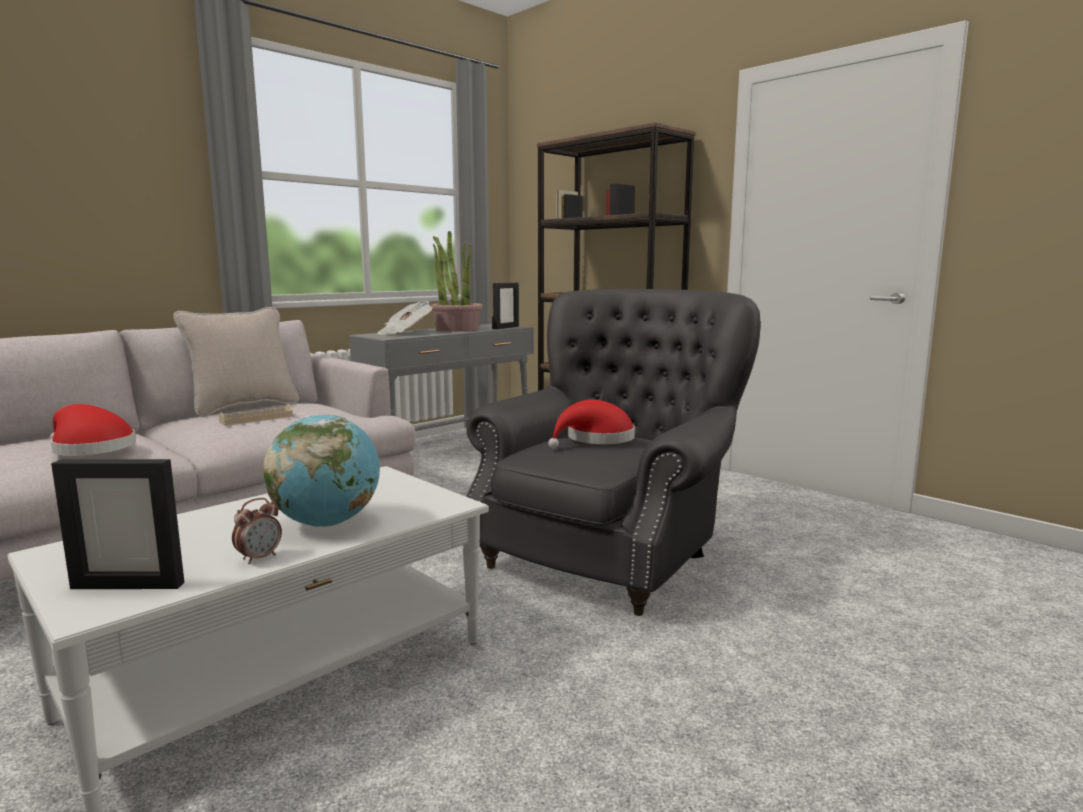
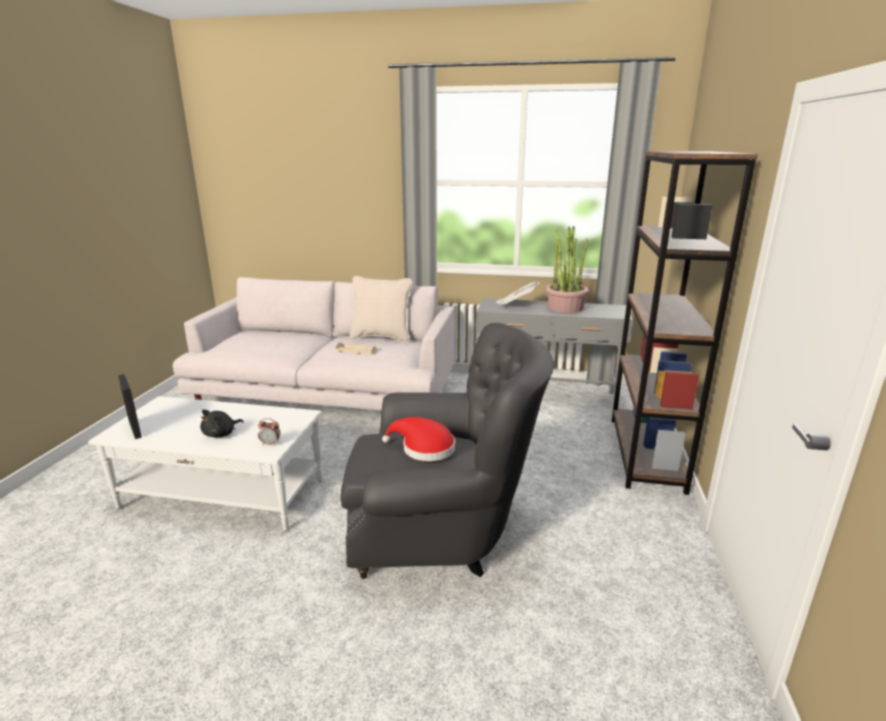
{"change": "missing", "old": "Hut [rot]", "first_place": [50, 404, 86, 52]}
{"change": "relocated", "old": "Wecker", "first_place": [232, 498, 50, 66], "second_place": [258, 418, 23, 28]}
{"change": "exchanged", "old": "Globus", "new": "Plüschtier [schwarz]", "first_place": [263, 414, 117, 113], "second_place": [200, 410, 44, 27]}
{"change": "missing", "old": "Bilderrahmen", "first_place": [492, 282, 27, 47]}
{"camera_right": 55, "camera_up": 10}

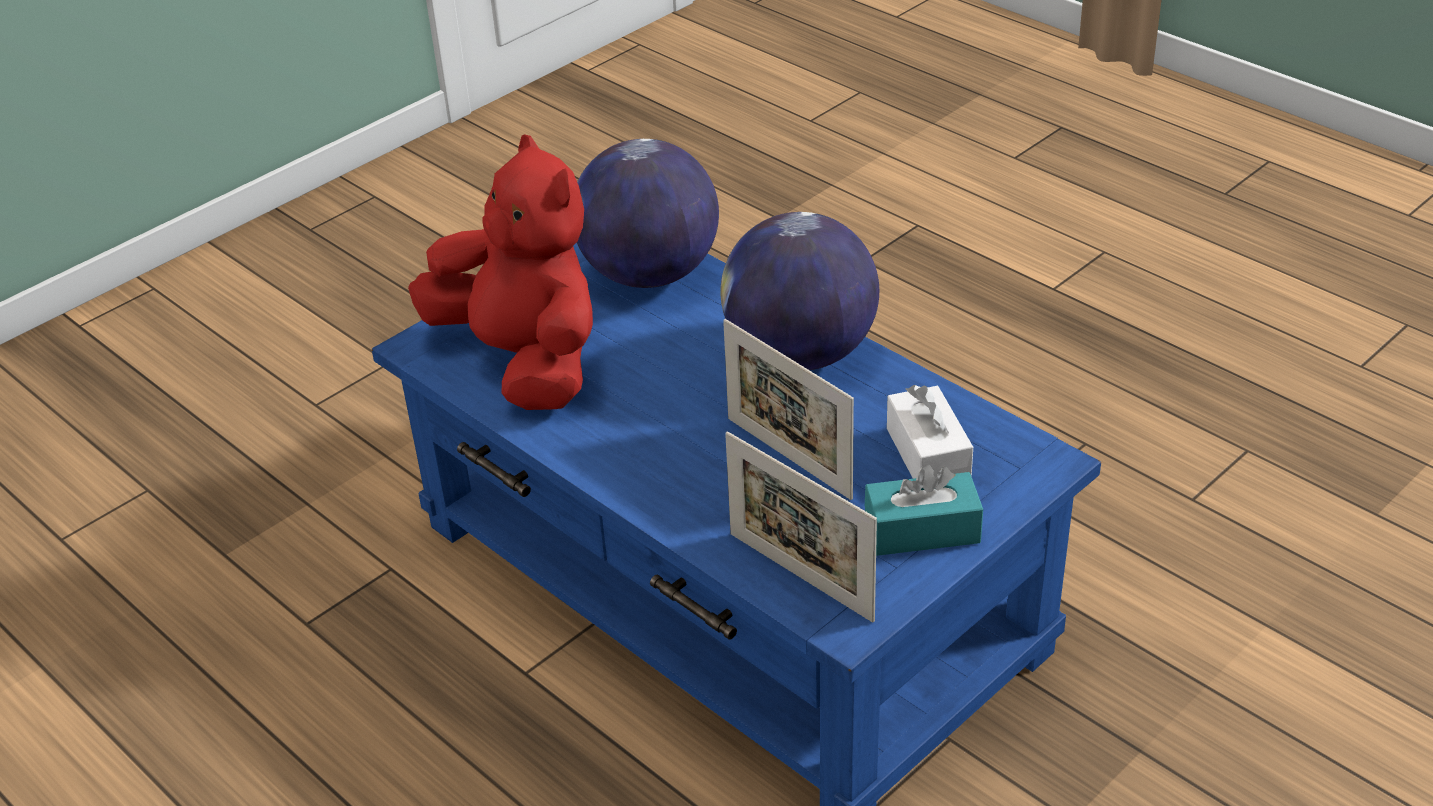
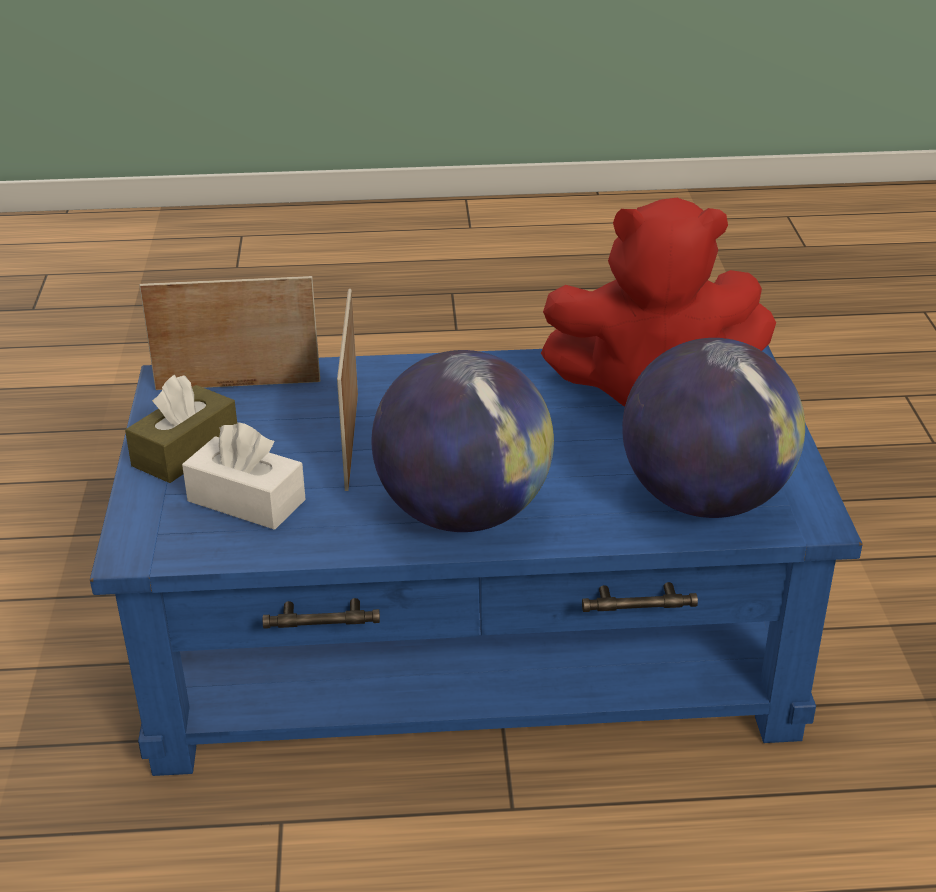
{"change": "spun", "old": "Bilderrahmen", "first_place": [723, 319, 131, 181], "second_place": [337, 289, 21, 202], "degrees": -90}
{"change": "colour", "old": "Taschentuchbox [türkis]", "new": "Taschentuchbox [braun]", "first_place": [865, 464, 118, 92], "second_place": [125, 375, 112, 108]}
{"camera_right": 130, "camera_up": -5}

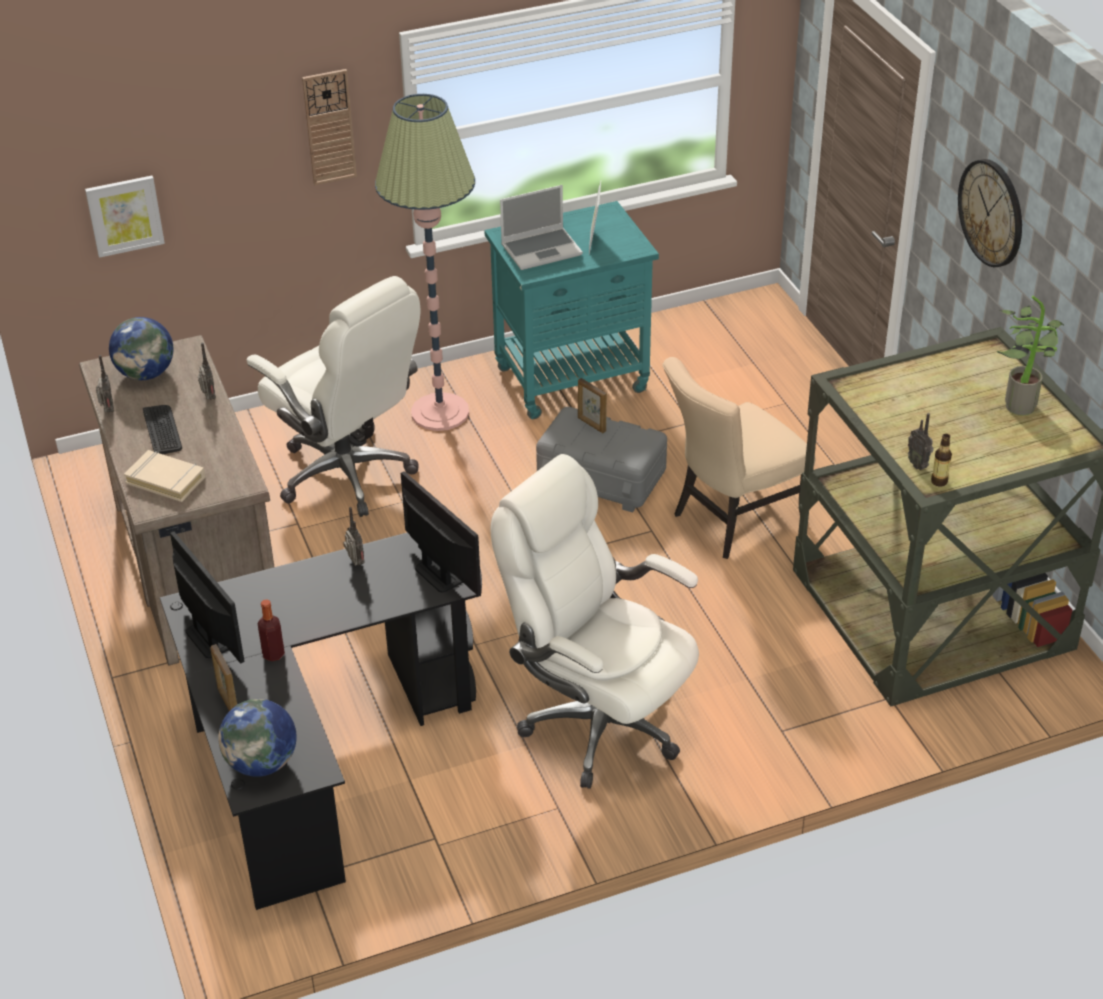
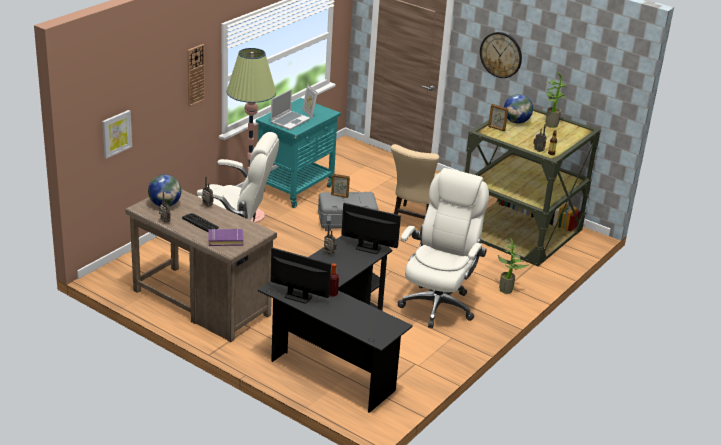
{"change": "colour", "old": "Buch [beige]", "new": "Buch [lila]", "first_place": [124, 450, 81, 52], "second_place": [209, 228, 34, 18]}
{"change": "relocated", "old": "Bilderrahmen", "first_place": [210, 644, 27, 67], "second_place": [488, 104, 20, 27]}
{"change": "relocated", "old": "Globus", "first_place": [218, 699, 79, 78], "second_place": [504, 94, 29, 30]}
{"change": "spun", "old": "Bürostuhl [weiß]", "first_place": [491, 454, 208, 335], "second_place": [398, 168, 91, 160], "degrees": 105}
{"change": "appeared", "new": "Topfpflanze", "second_place": [498, 237, 30, 57]}
{"camera_right": -35, "camera_up": -10}

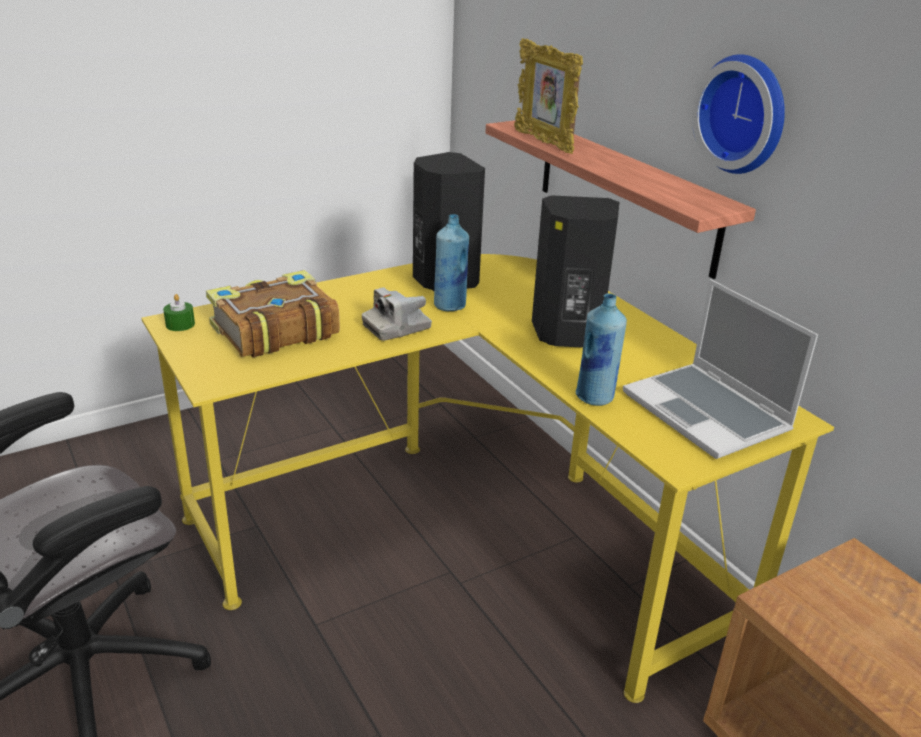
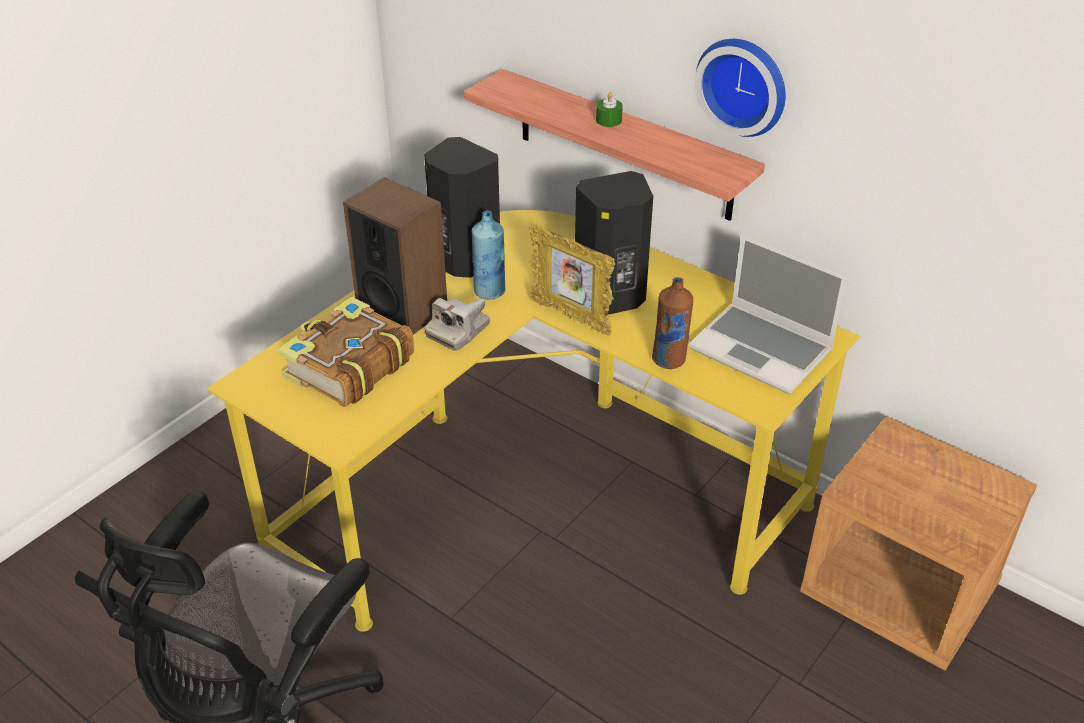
{"change": "relocated", "old": "Kerze [grün]", "first_place": [163, 294, 32, 37], "second_place": [596, 92, 27, 35]}
{"change": "relocated", "old": "Bilderrahmen", "first_place": [514, 38, 69, 116], "second_place": [529, 223, 86, 113]}
{"change": "colour", "old": "Flasche [blau]", "new": "Flasche [braun]", "first_place": [576, 293, 51, 113], "second_place": [652, 277, 41, 92]}
{"change": "appeared", "new": "Lautsprecher", "second_place": [343, 177, 104, 158]}
{"camera_right": -20, "camera_up": 10}

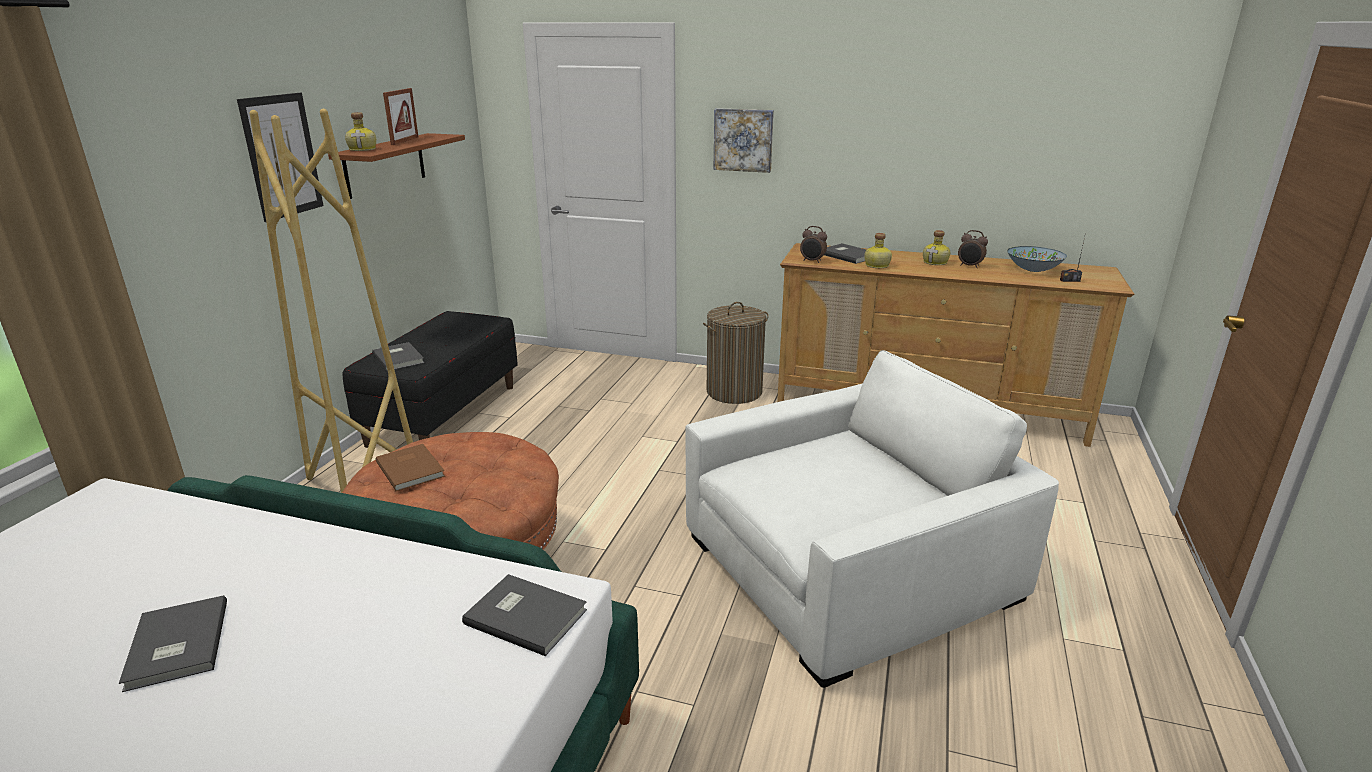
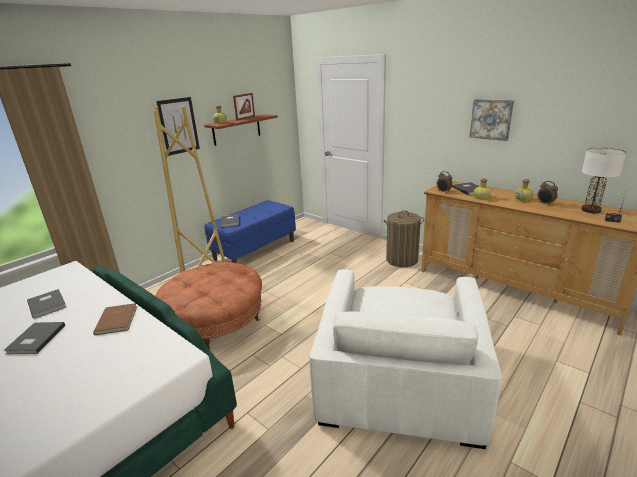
{"change": "colour", "old": "Bank [schwarz]", "new": "Bank [blau]", "first_place": [343, 311, 175, 137], "second_place": [205, 200, 91, 63]}
{"change": "relocated", "old": "Buch [braun]", "first_place": [375, 444, 70, 47], "second_place": [93, 303, 44, 32]}
{"change": "relocated", "old": "Buch [grau]", "first_place": [462, 574, 125, 82], "second_place": [27, 289, 40, 30]}
{"change": "spun", "old": "Sessel [weiß]", "first_place": [685, 350, 374, 338], "second_place": [309, 269, 193, 180], "degrees": 105}
{"change": "relocated", "old": "Bild", "first_place": [714, 108, 60, 65], "second_place": [470, 99, 44, 42]}
{"change": "exchanged", "old": "Schüssel", "new": "Tischlampe", "first_place": [1007, 246, 60, 26], "second_place": [582, 148, 44, 65]}
{"camera_right": 25, "camera_up": 0}

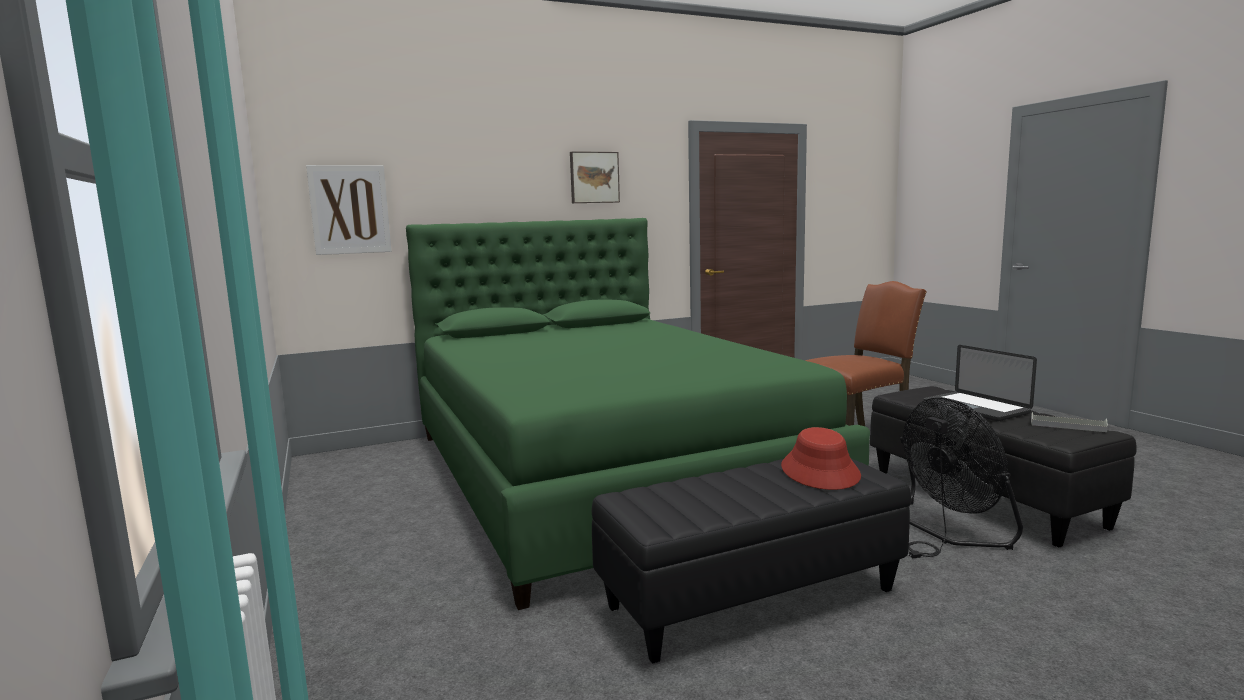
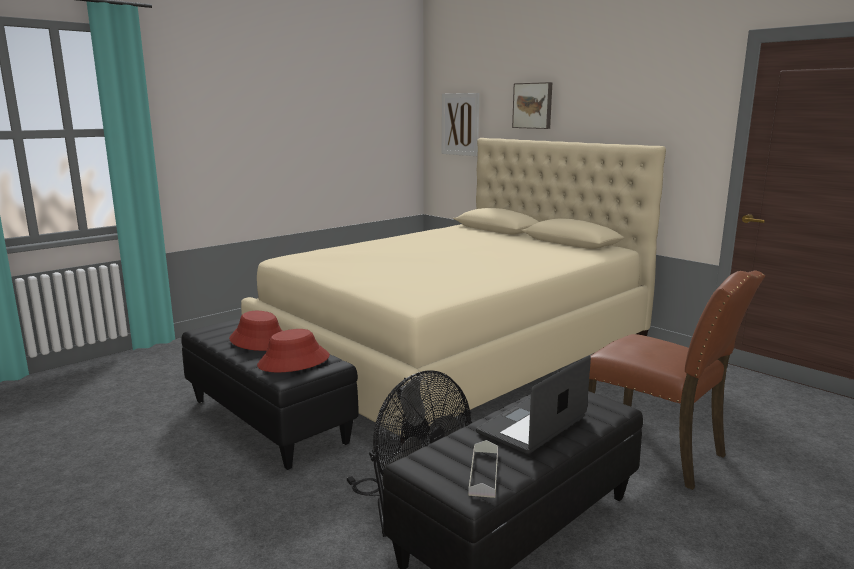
{"change": "colour", "old": "Bett [grün]", "new": "Bett [beige]", "first_place": [406, 218, 464, 392], "second_place": [241, 138, 425, 307]}
{"change": "relocated", "old": "Bild", "first_place": [570, 151, 50, 52], "second_place": [512, 82, 41, 47]}
{"change": "appeared", "new": "Hut [rot]", "second_place": [229, 311, 54, 40]}
{"camera_right": 70, "camera_up": 5}

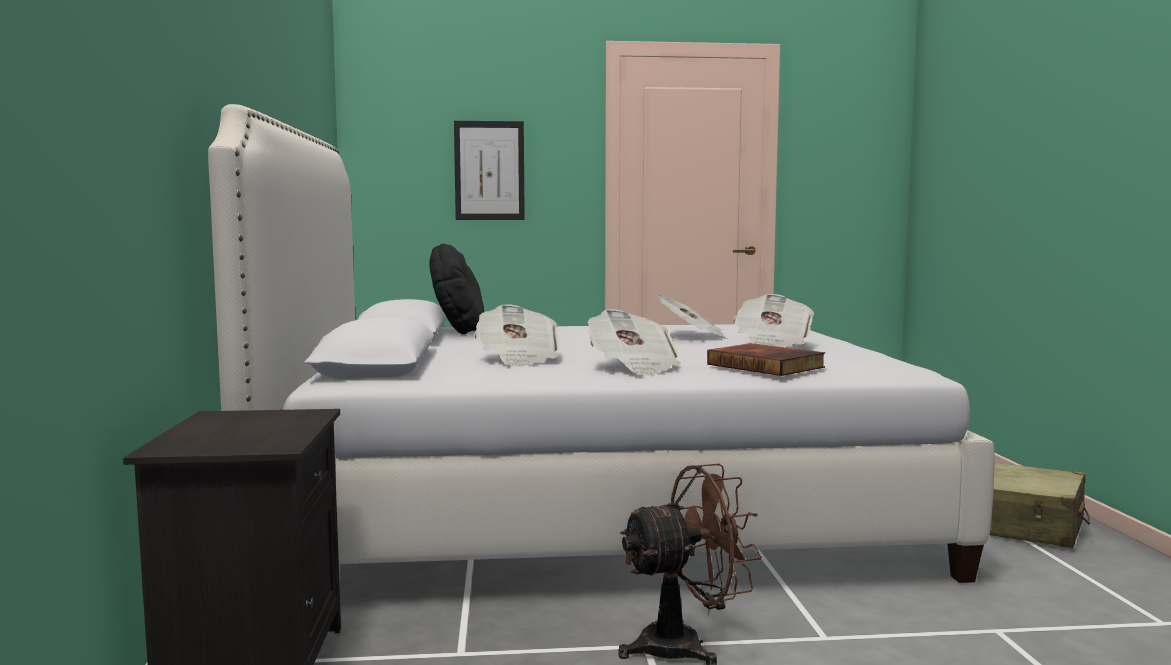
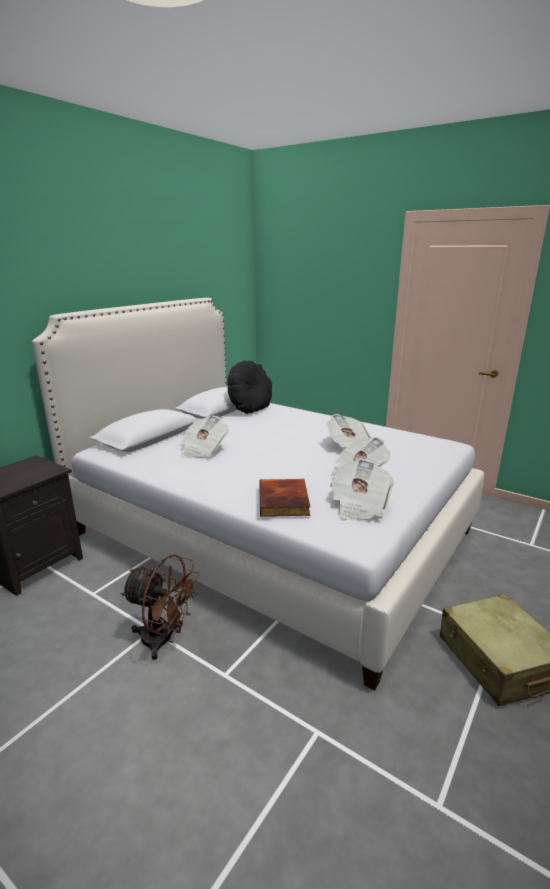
{"change": "missing", "old": "Bild", "first_place": [454, 121, 71, 99]}
{"change": "relocated", "old": "Zeitung", "first_place": [588, 309, 93, 67], "second_place": [330, 459, 64, 61]}
{"camera_right": 40, "camera_up": 15}

